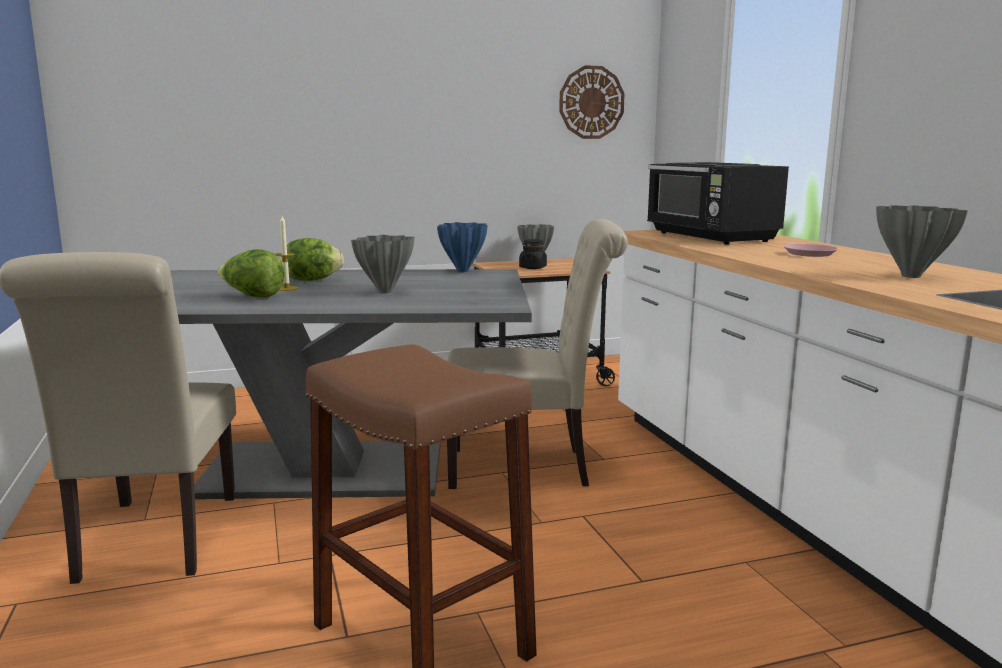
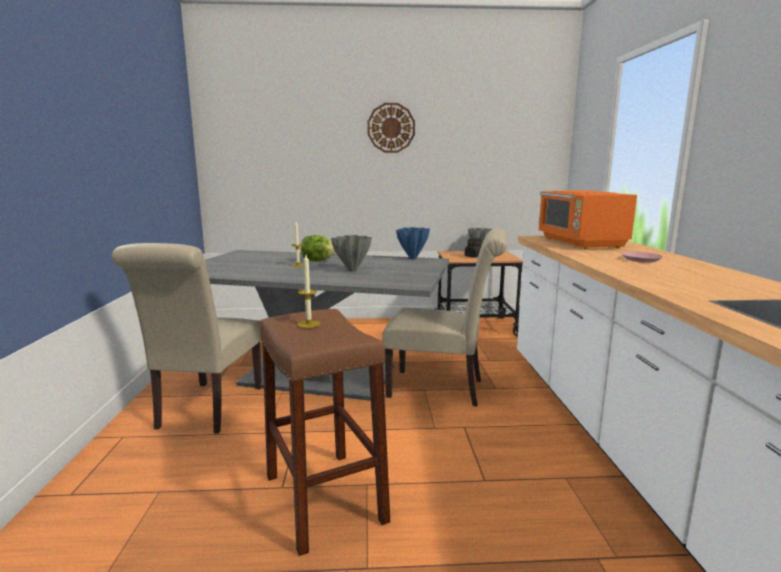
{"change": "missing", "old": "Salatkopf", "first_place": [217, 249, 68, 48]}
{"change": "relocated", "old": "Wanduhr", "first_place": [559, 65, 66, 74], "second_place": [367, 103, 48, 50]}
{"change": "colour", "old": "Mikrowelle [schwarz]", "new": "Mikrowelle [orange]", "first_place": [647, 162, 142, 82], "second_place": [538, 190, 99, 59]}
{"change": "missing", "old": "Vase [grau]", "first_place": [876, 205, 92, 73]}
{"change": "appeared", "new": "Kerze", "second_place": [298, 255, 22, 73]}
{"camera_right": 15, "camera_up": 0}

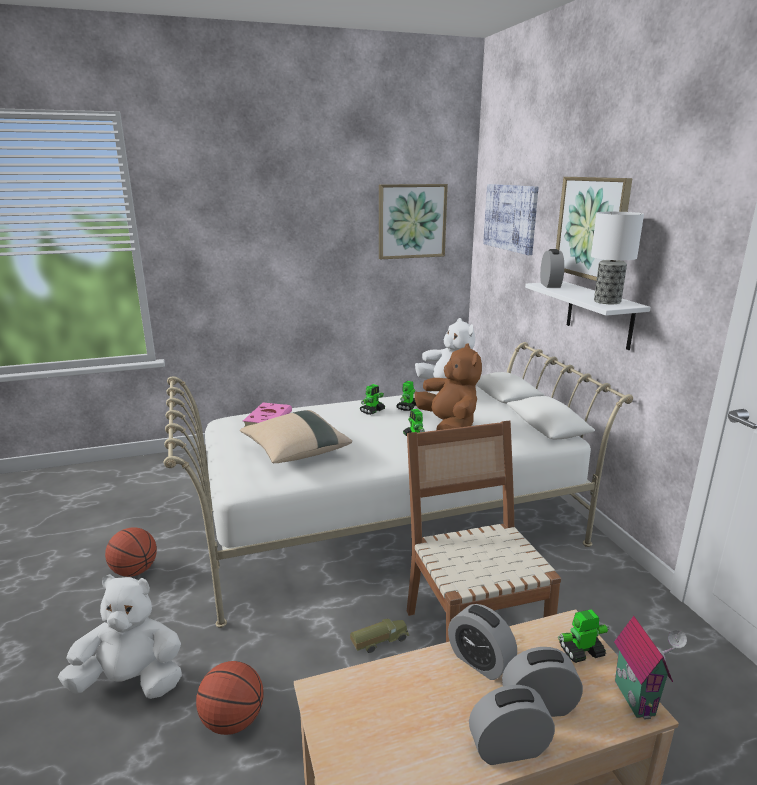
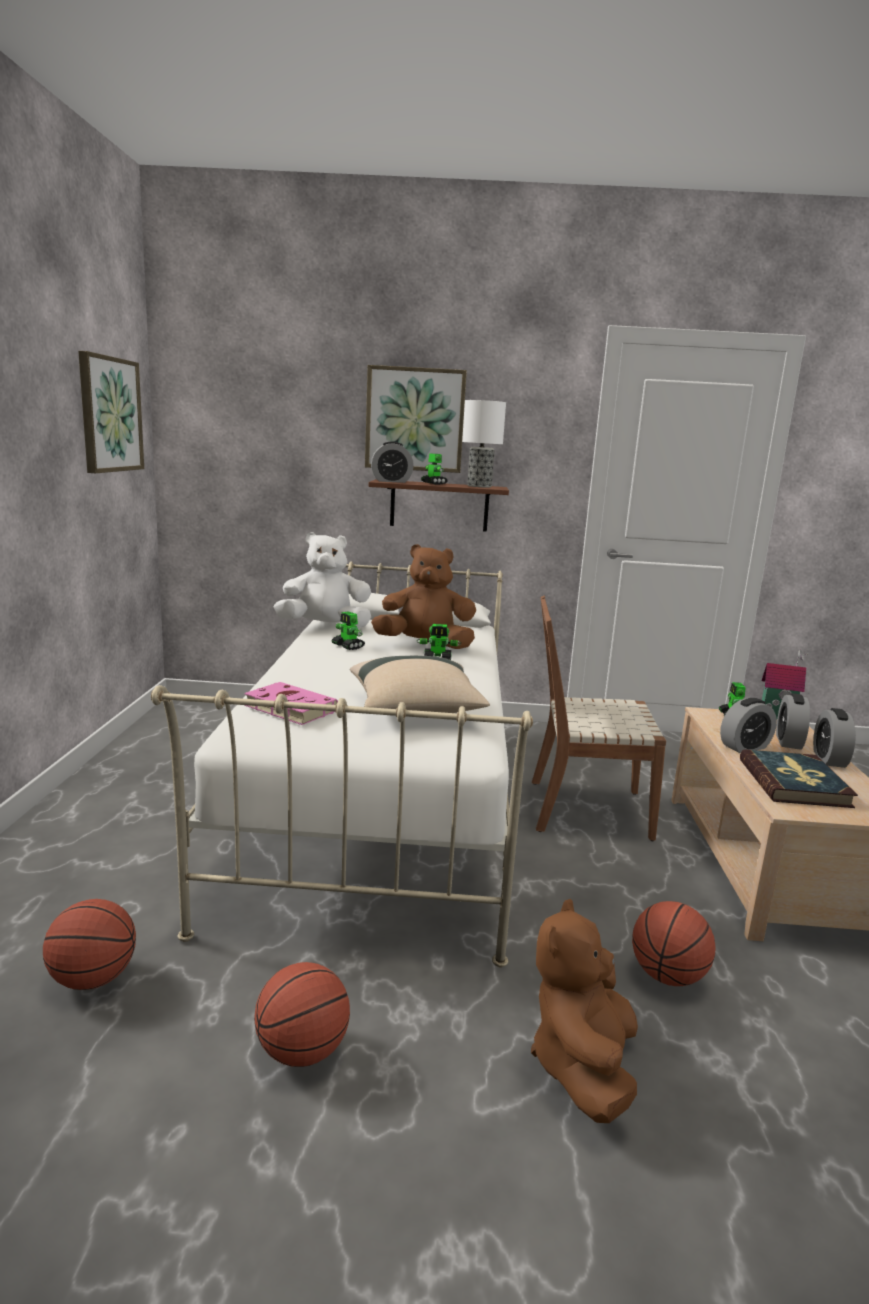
{"change": "colour", "old": "Plüschtier [weiß]", "new": "Plüschtier [braun]", "first_place": [58, 574, 124, 125], "second_place": [531, 899, 107, 224]}
{"change": "missing", "old": "Spielzeuglaster", "first_place": [350, 619, 59, 34]}
{"change": "relocated", "old": "Spielzeugroboter", "first_place": [360, 384, 25, 31], "second_place": [421, 454, 27, 31]}
{"change": "missing", "old": "Bild", "first_place": [483, 184, 56, 71]}
{"change": "colour", "old": "Wandregal [weiß]", "new": "Wandregal [braun]", "first_place": [525, 281, 125, 69], "second_place": [369, 479, 140, 53]}
{"change": "spun", "old": "Wecker", "first_place": [540, 249, 24, 39], "second_place": [371, 442, 43, 41], "degrees": 150}
{"change": "appeared", "new": "Basketball", "second_place": [43, 899, 93, 91]}
{"change": "appeared", "new": "Buch", "second_place": [740, 749, 118, 59]}
{"camera_right": -70, "camera_up": -5}

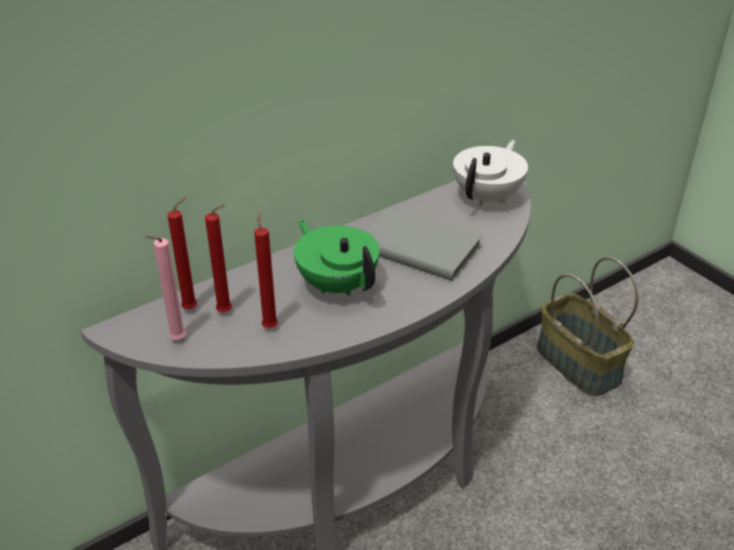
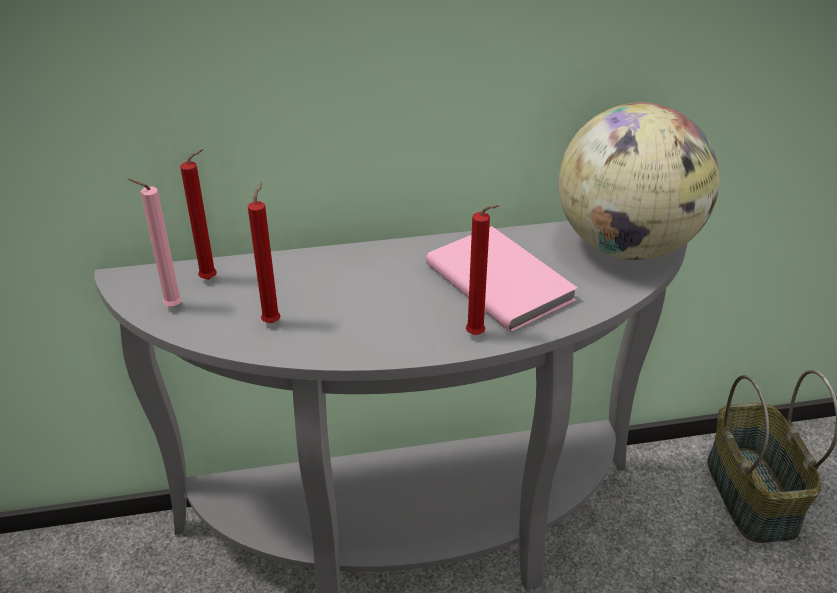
{"change": "relocated", "old": "Kerze [rot]", "first_place": [205, 204, 27, 108], "second_place": [466, 205, 34, 130]}
{"change": "missing", "old": "Teekanne [grün]", "first_place": [294, 220, 86, 76]}
{"change": "colour", "old": "Buch [grau]", "new": "Buch [rosa]", "first_place": [365, 207, 117, 74], "second_place": [426, 226, 152, 106]}
{"change": "exchanged", "old": "Teekanne [weiß]", "new": "Globus", "first_place": [453, 140, 75, 66], "second_place": [559, 103, 160, 157]}
{"camera_right": 25, "camera_up": 0}

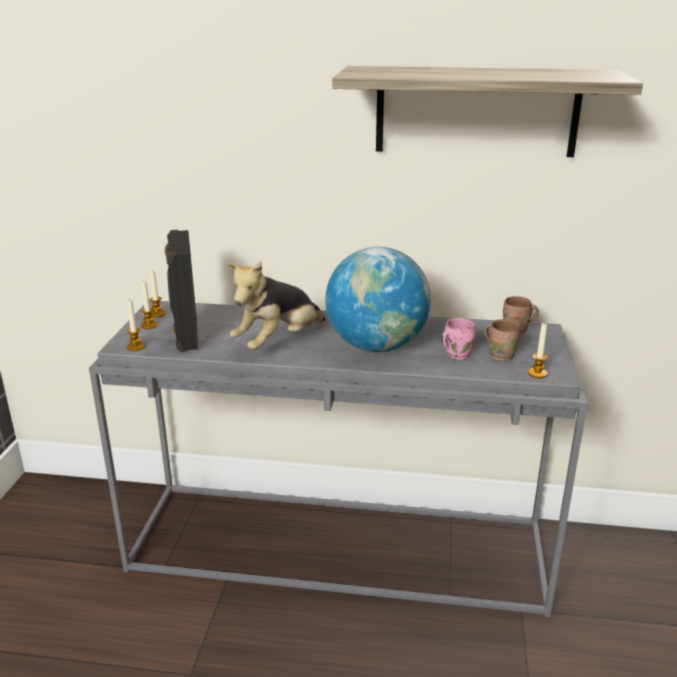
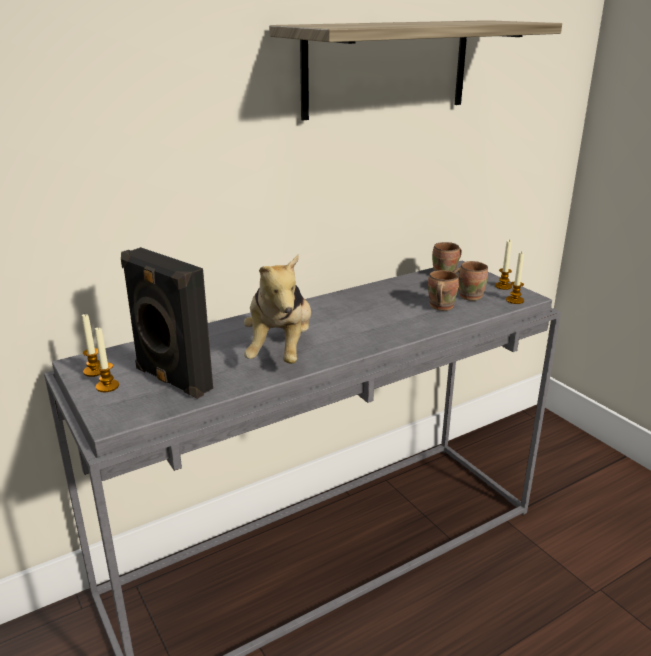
{"change": "relocated", "old": "Kerze", "first_place": [127, 299, 18, 52], "second_place": [495, 239, 17, 51]}
{"change": "missing", "old": "Globus", "first_place": [325, 247, 106, 105]}
{"change": "colour", "old": "Henkelbecher [rosa]", "new": "Henkelbecher [braun]", "first_place": [441, 318, 35, 42], "second_place": [428, 270, 31, 41]}
{"camera_right": -40, "camera_up": 0}

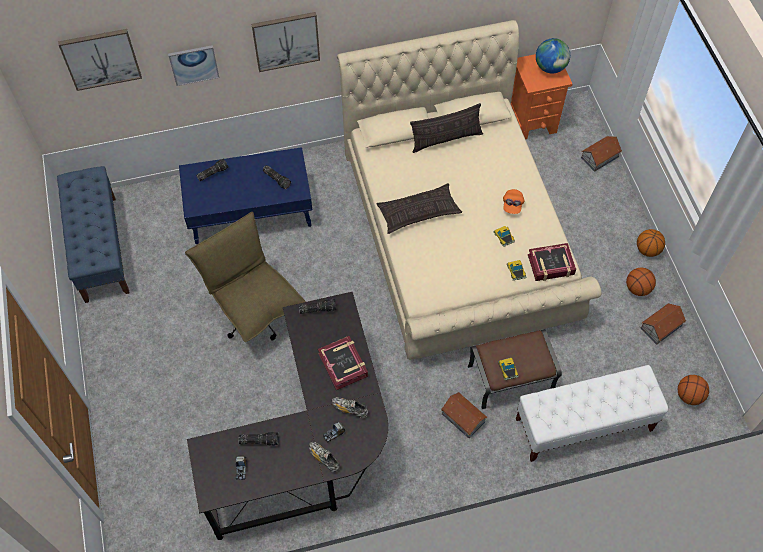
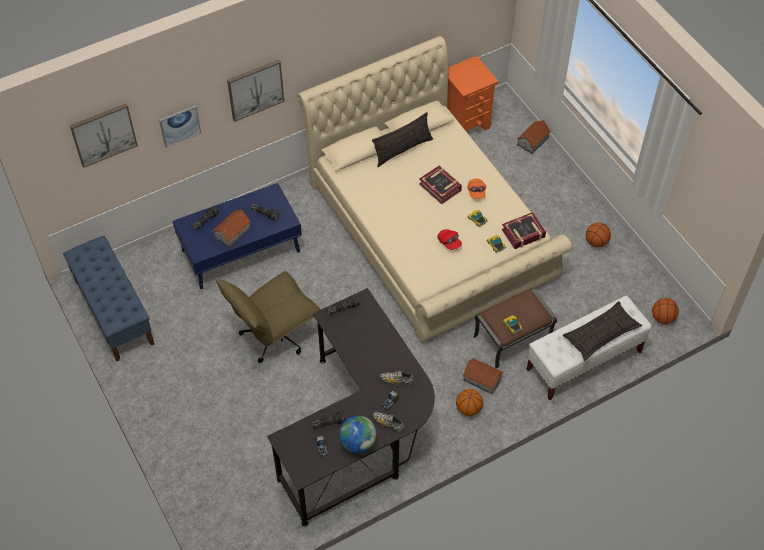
{"change": "spun", "old": "Bürostuhl [beige]", "first_place": [185, 212, 121, 130], "second_place": [215, 271, 106, 92], "degrees": -75}
{"change": "relocated", "old": "Buch", "first_place": [318, 336, 50, 55], "second_place": [419, 166, 43, 38]}
{"change": "relocated", "old": "Kissen", "first_place": [376, 183, 86, 51], "second_place": [563, 301, 79, 60]}
{"change": "relocated", "old": "Globus", "first_place": [536, 38, 34, 36], "second_place": [339, 415, 38, 39]}
{"change": "relocated", "old": "Basketball", "first_place": [637, 229, 28, 28], "second_place": [456, 389, 27, 27]}
{"change": "relocated", "old": "Spielzeughaus", "first_place": [641, 303, 45, 42], "second_place": [212, 210, 39, 38]}
{"change": "appeared", "new": "Kappe [rot]", "second_place": [438, 229, 24, 21]}
{"camera_right": -15, "camera_up": -5}

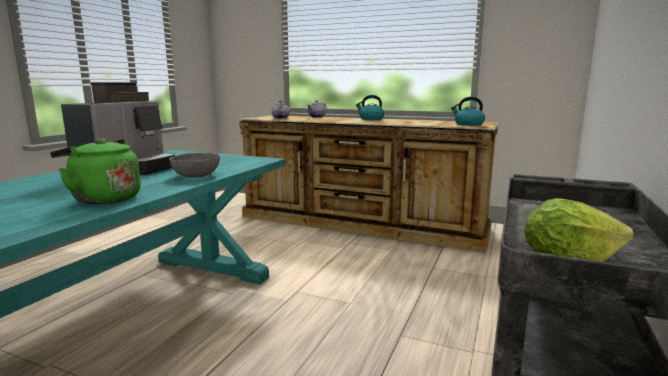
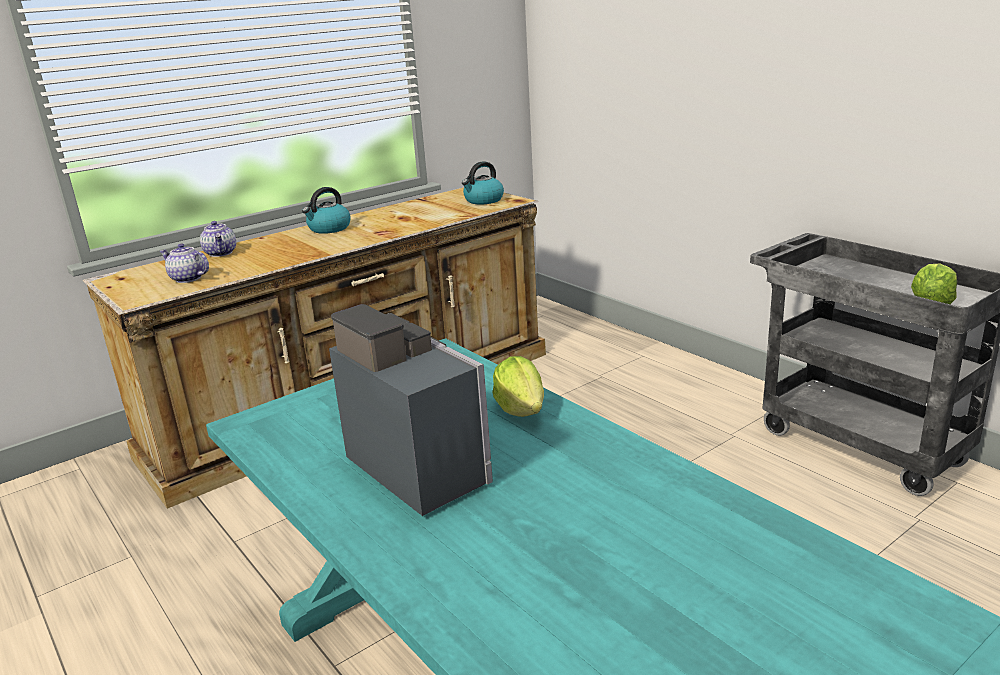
{"change": "missing", "old": "Wasserkessel [grün]", "first_place": [50, 138, 91, 66]}
{"change": "exchanged", "old": "Schüssel [grau]", "new": "Salatkopf", "first_place": [169, 153, 51, 25], "second_place": [493, 356, 51, 61]}
{"camera_right": -60, "camera_up": 10}

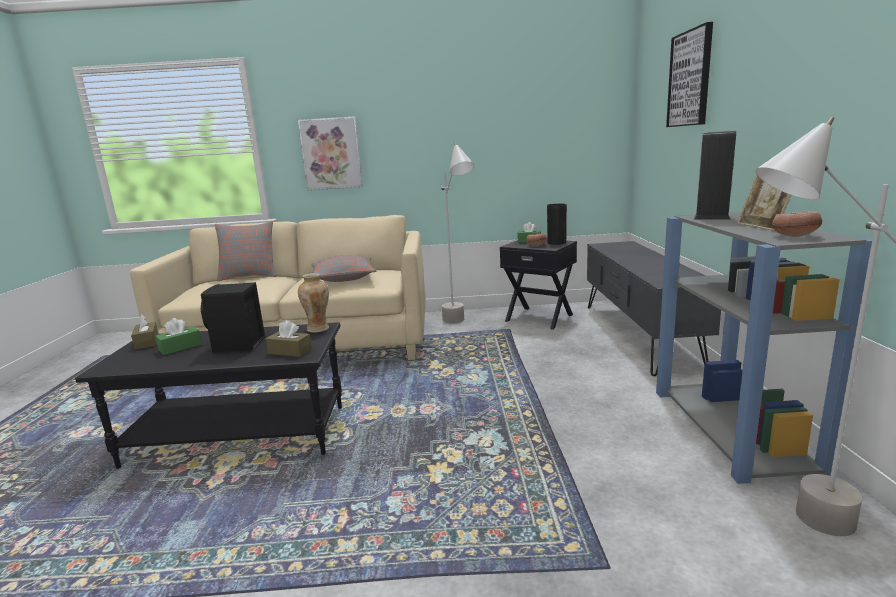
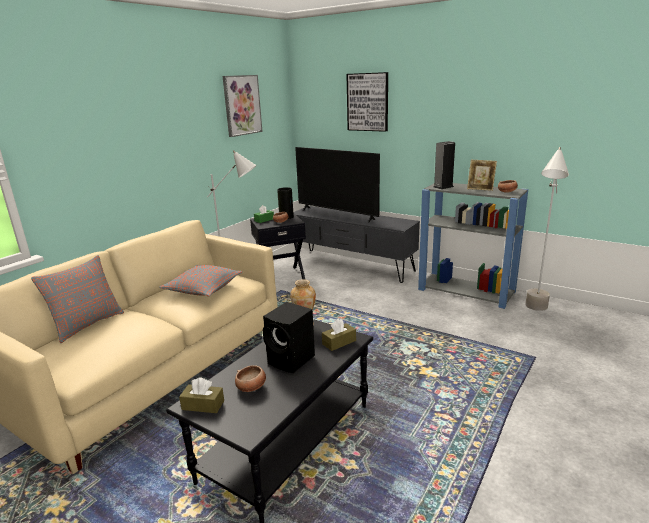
{"change": "exchanged", "old": "Taschentuchbox [grün]", "new": "Schüssel", "first_place": [155, 318, 47, 37], "second_place": [235, 365, 31, 27]}
{"change": "relocated", "old": "Bild", "first_place": [298, 116, 65, 74], "second_place": [223, 75, 40, 62]}
{"change": "appeared", "new": "Fernseher", "second_place": [295, 147, 85, 76]}
{"camera_right": -55, "camera_up": 5}

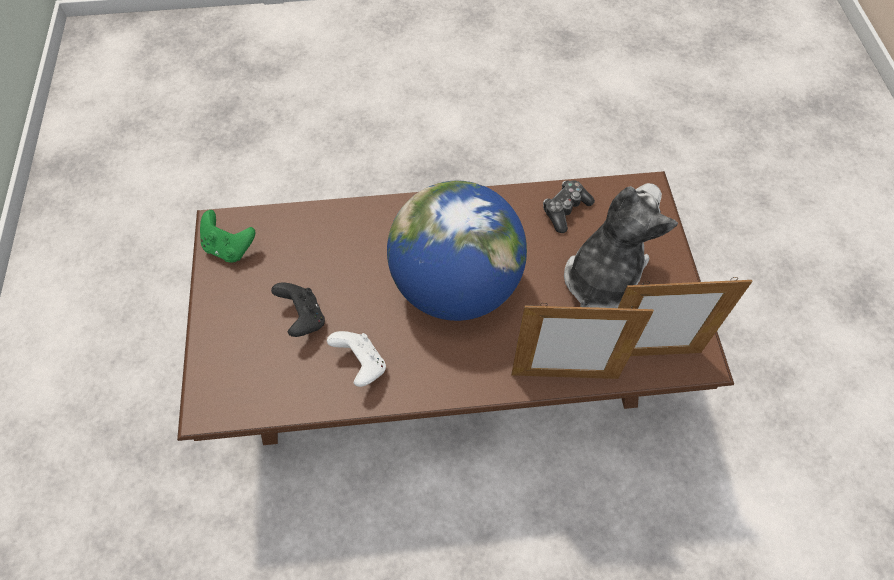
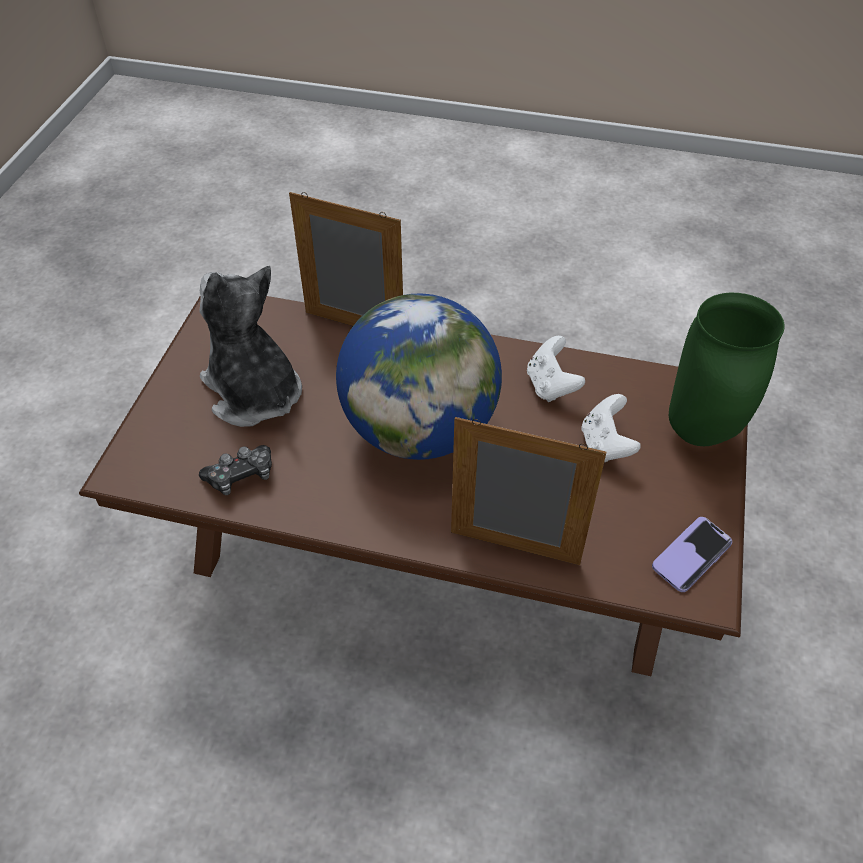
{"change": "exchanged", "old": "Gamepad [grün]", "new": "Handy", "first_place": [200, 210, 55, 52], "second_place": [652, 517, 80, 75]}
{"change": "colour", "old": "Gamepad [schwarz]", "new": "Gamepad [weiß]", "first_place": [271, 283, 54, 54], "second_place": [582, 394, 59, 68]}
{"change": "spun", "old": "Plüschtier", "first_place": [564, 183, 114, 125], "second_place": [199, 266, 103, 161], "degrees": 90}
{"change": "relocated", "old": "Bilderrahmen", "first_place": [618, 277, 135, 79], "second_place": [451, 417, 155, 148]}
{"change": "appeared", "new": "Vase [grün]", "second_place": [669, 293, 115, 153]}
{"camera_right": -160, "camera_up": -10}

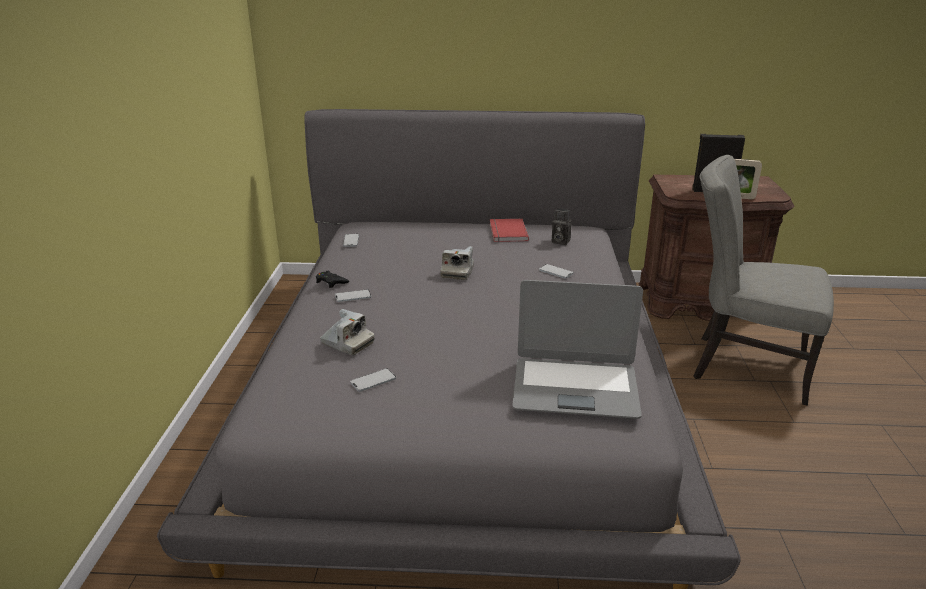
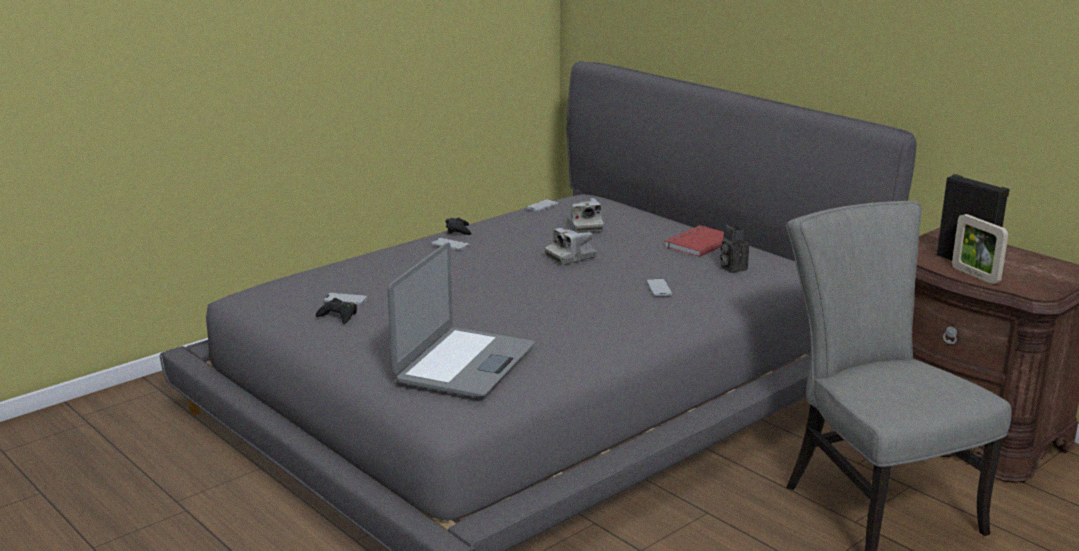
{"change": "relocated", "old": "Kamera", "first_place": [320, 309, 55, 46], "second_place": [567, 198, 37, 35]}
{"change": "spun", "old": "Laptop", "first_place": [512, 280, 131, 139], "second_place": [387, 243, 148, 154], "degrees": -120}
{"change": "appeared", "new": "Gamepad [schwarz]", "second_place": [316, 298, 41, 26]}
{"camera_right": 45, "camera_up": -5}

